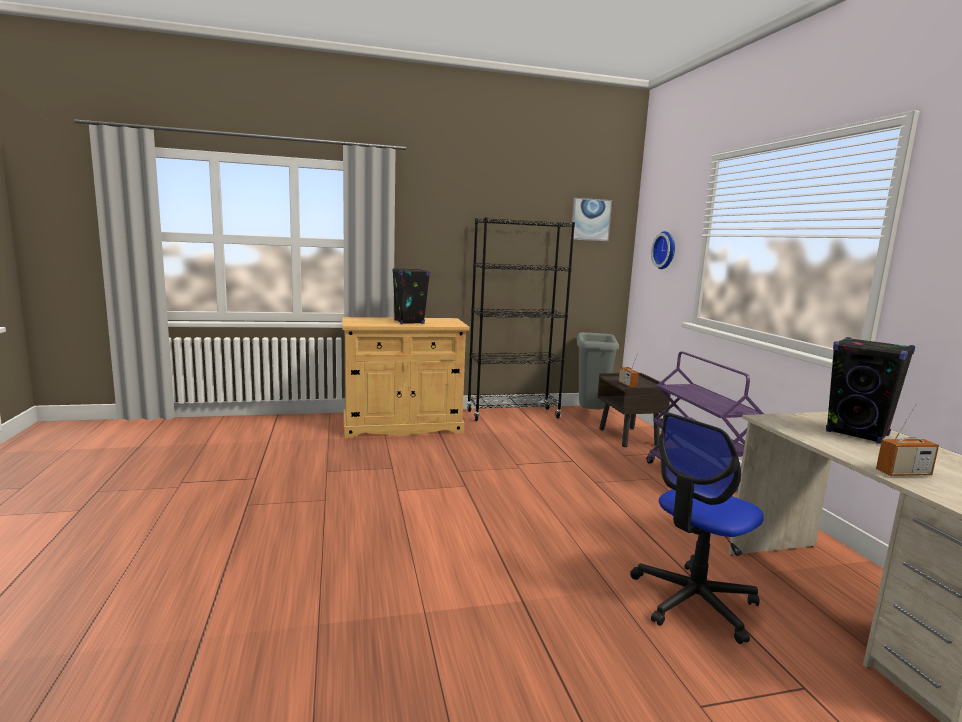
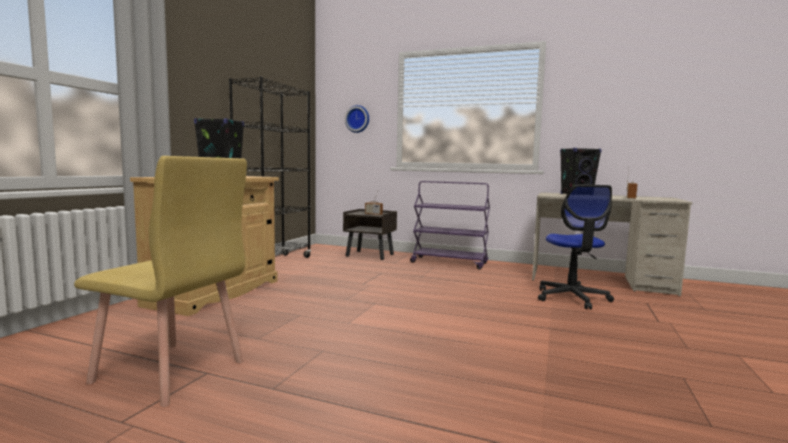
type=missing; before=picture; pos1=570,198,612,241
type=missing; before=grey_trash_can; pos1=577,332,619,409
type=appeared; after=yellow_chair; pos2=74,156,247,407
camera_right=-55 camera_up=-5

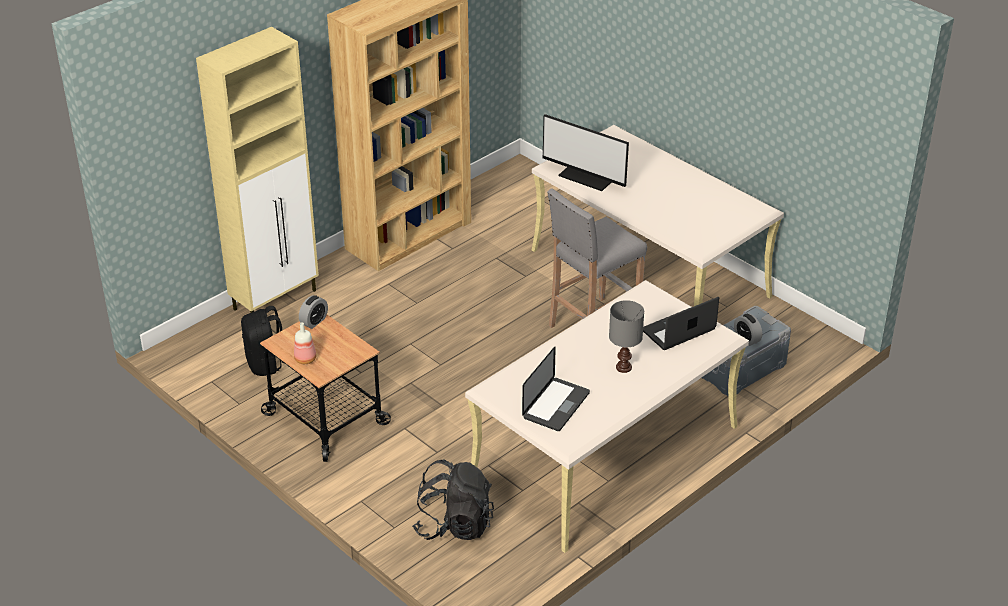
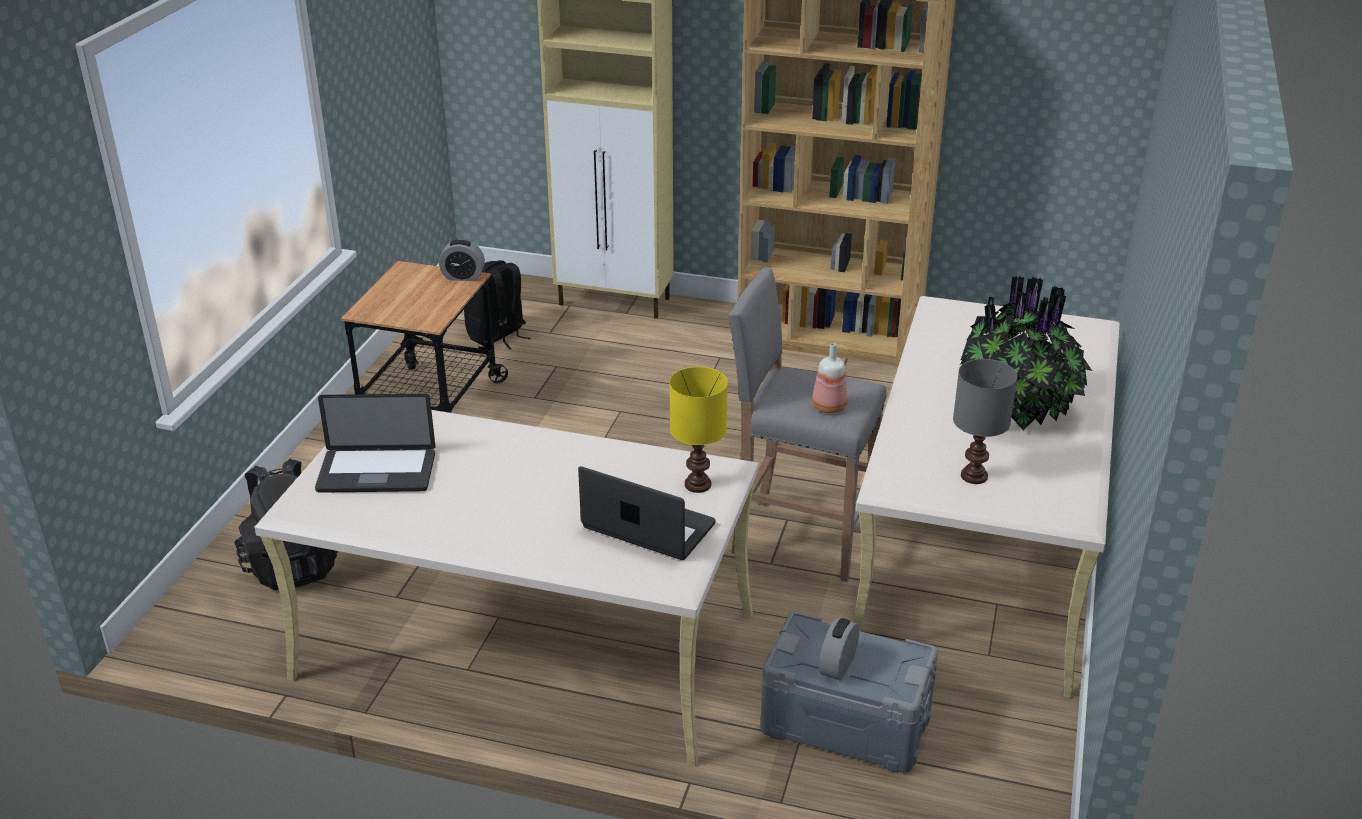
type=missing; before=monitor; pos1=542,114,629,191
type=appeared; after=yellow_table_lamp; pos2=669,367,728,493
type=appeared; after=potted_plant; pos2=960,276,1092,431
type=relocated; before=bottle; pos1=294,322,316,364; pos2=812,343,848,414
type=relocated; before=grey_table_lamp; pos1=609,300,644,373; pos2=953,359,1017,484
camera_right=60 camera_up=-5

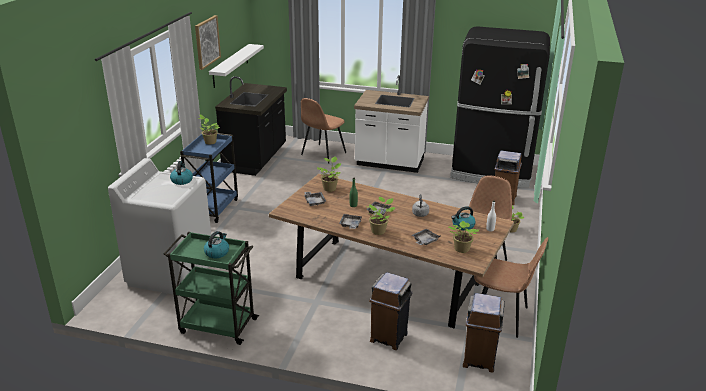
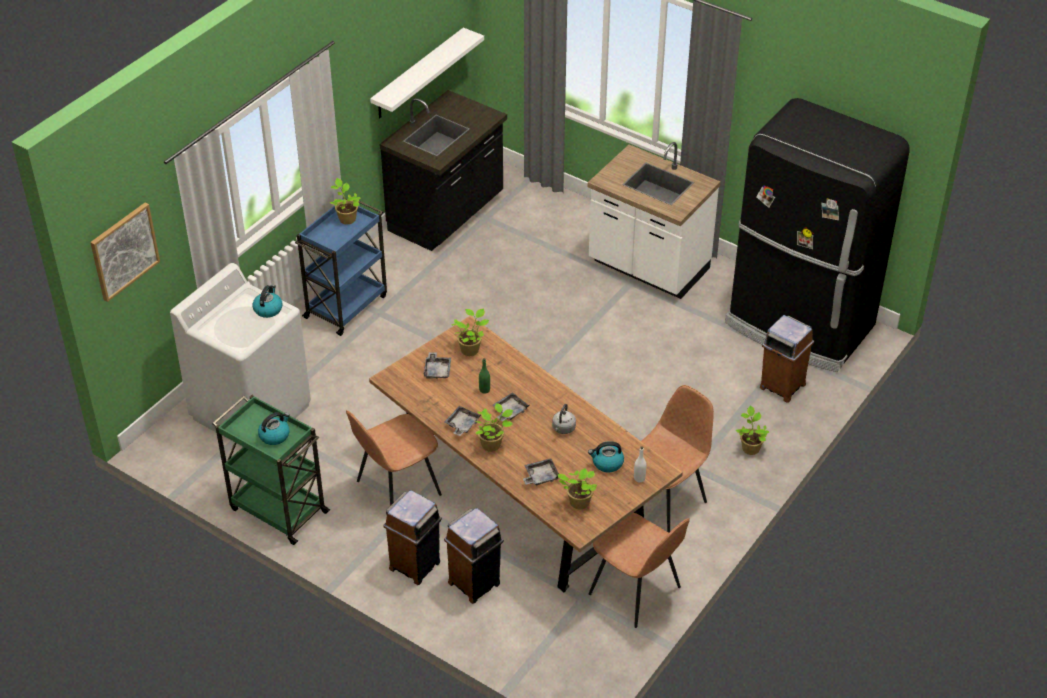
type=relocated; before=picture; pos1=195,15,221,70; pos2=90,202,160,302
type=relocated; before=brown_chair; pos1=301,98,346,163; pos2=346,410,442,506
type=relocated; before=brown_trash_can; pos1=463,293,505,373; pos2=383,490,442,585
camera_right=20 camera_up=15

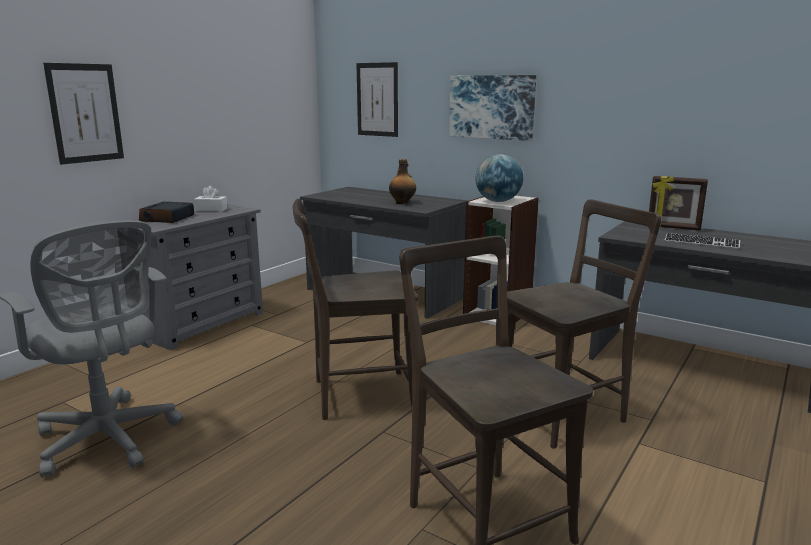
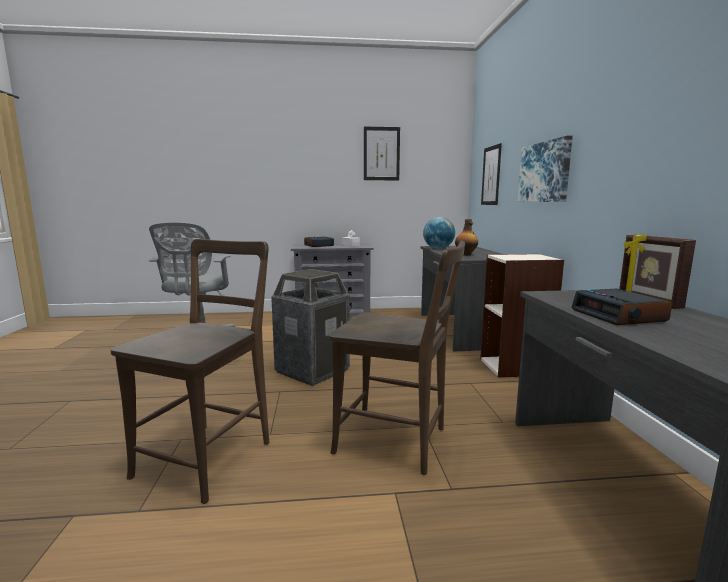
type=relocated; before=picture; pos1=43,63,124,165; pos2=364,127,400,180
type=relocated; before=globe; pos1=475,154,523,202; pos2=423,217,455,249
type=exchanged; before=brown_chair; after=trash_can; pos1=292,199,418,420; pos2=271,269,350,386
type=exchanged; before=keyboard; after=alarm_clock; pos1=665,233,740,249; pos2=571,289,672,325
camera_right=50 camera_up=-5

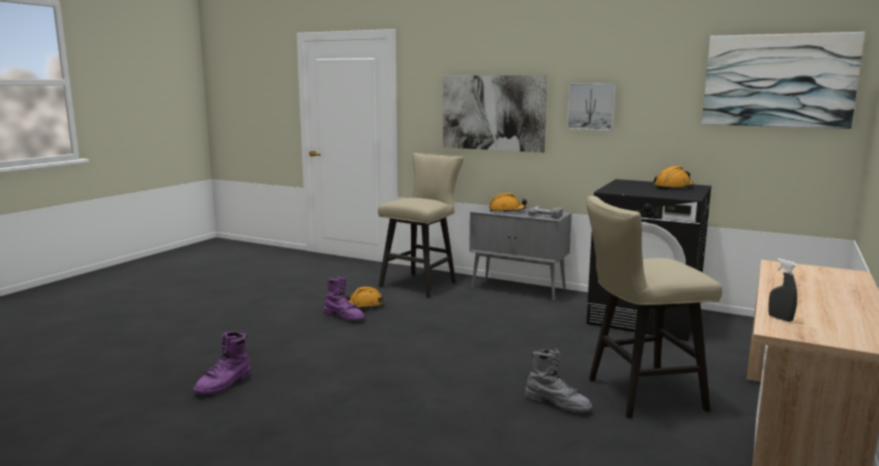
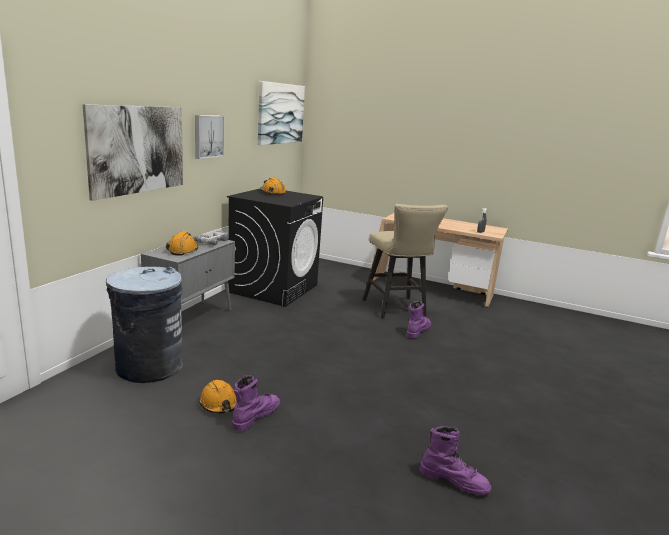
type=exchanged; before=beige_stool; after=grey_trash_can; pos1=378,153,464,298; pos2=106,267,183,383
type=colour; before=grey_boot; after=purple_boot; pos1=525,348,592,412; pos2=407,301,431,338
camera_right=-95 camera_up=5

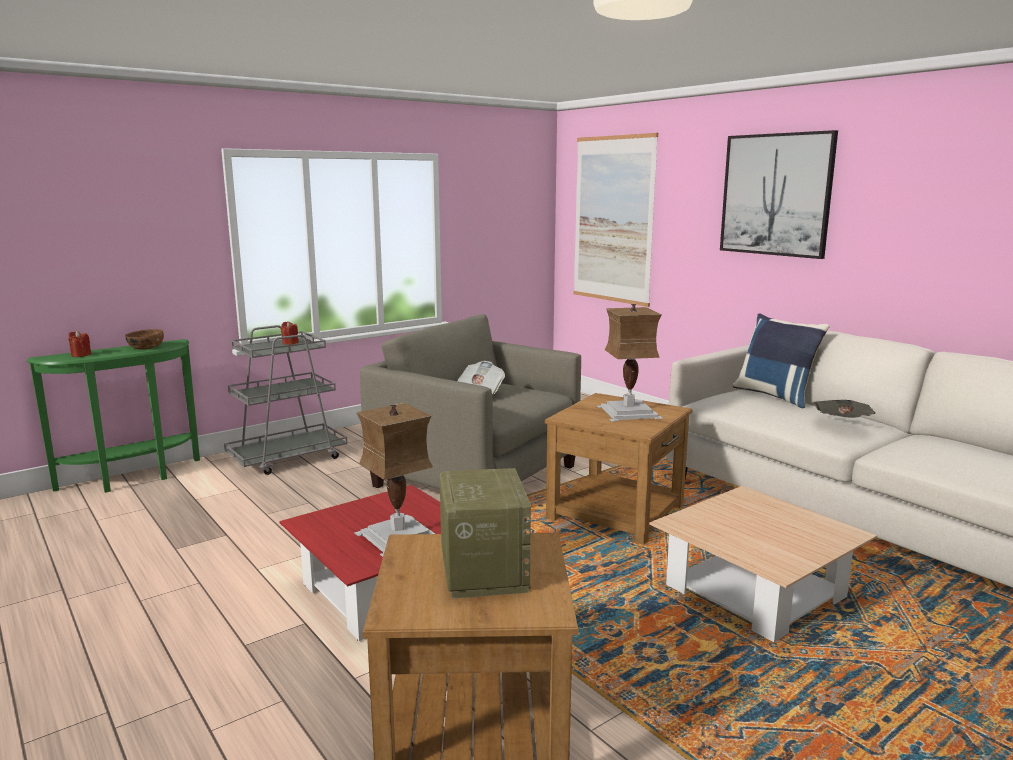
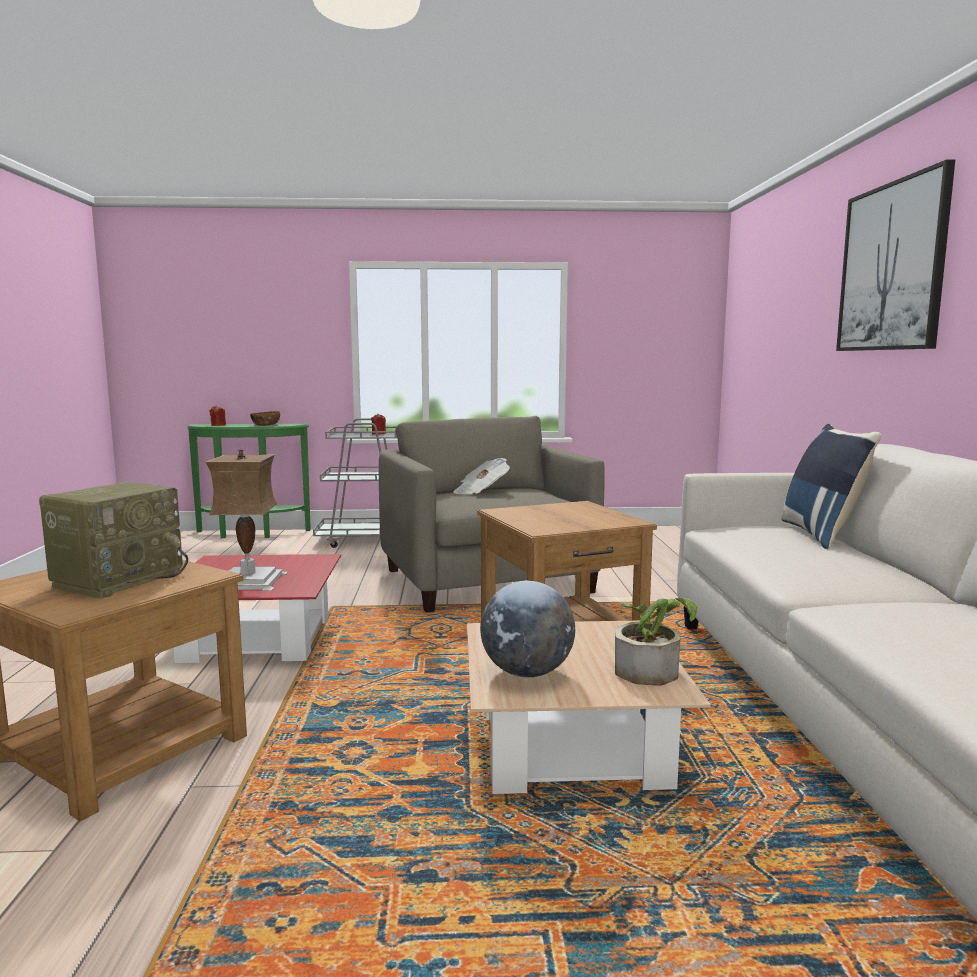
type=missing; before=picture; pos1=573,133,658,307
type=missing; before=table_lamp; pos1=597,304,663,422
type=missing; before=newspaper; pos1=813,400,875,418
type=appeared; after=globe; pos2=480,581,575,677
type=appeared; after=potted_plant; pos2=615,597,697,686
camera_right=35 camera_up=-5

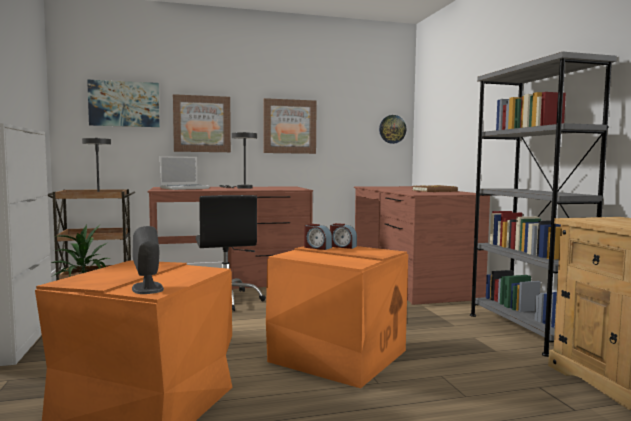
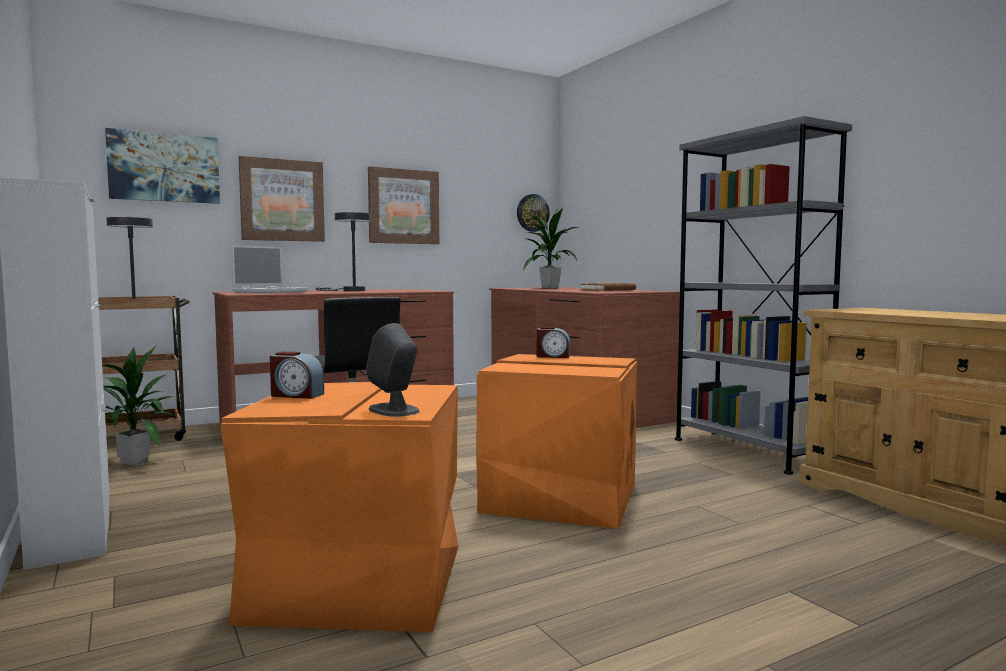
type=appeared; after=potted_plant; pos2=523,208,579,288
type=relocated; before=alarm_clock; pos1=304,224,332,250; pos2=270,351,324,399
camera_right=-15 camera_up=0

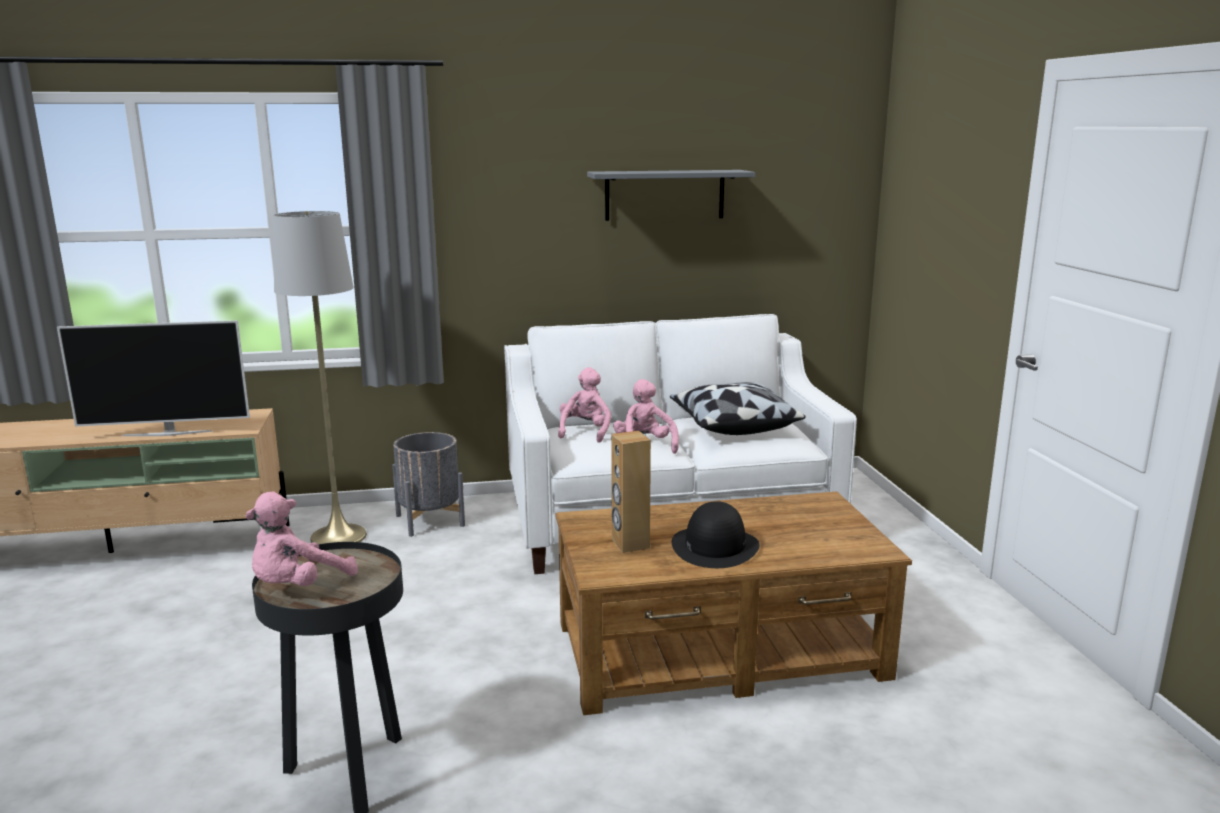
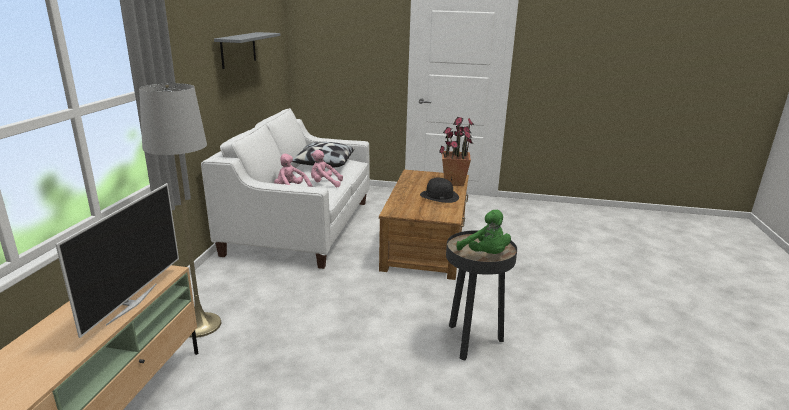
type=missing; before=grey_planter; pos1=392,432,465,537
type=missing; before=brown_speaker; pos1=611,431,651,553
type=appeared; after=potted_plant; pos2=439,117,474,186
type=colour; before=pink_plush_toy; after=green_plush_toy; pos1=245,491,358,586; pos2=457,210,511,254
camera_right=-70 camera_up=5

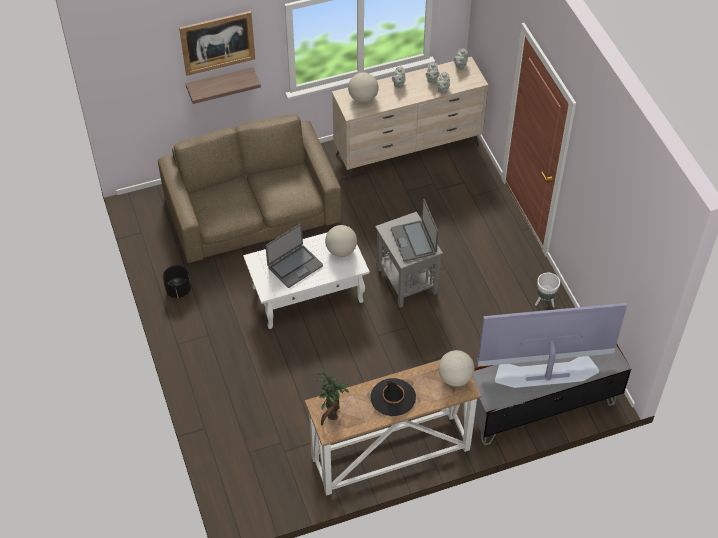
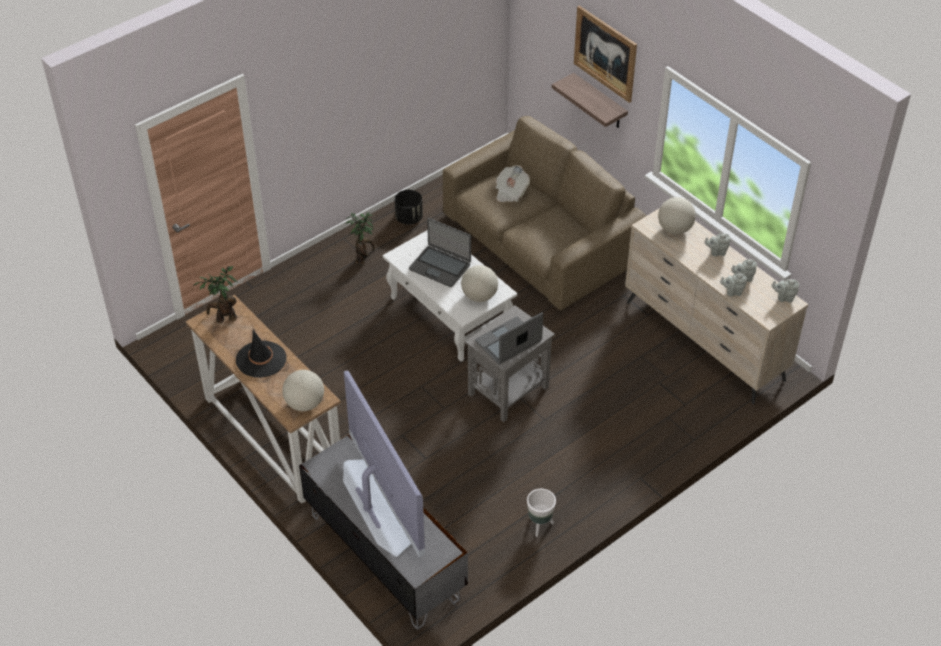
type=appeared; after=potted_plant; pos2=345,212,375,265
type=appeared; after=newspaper; pos2=495,165,530,202
camera_right=70 camera_up=-5

